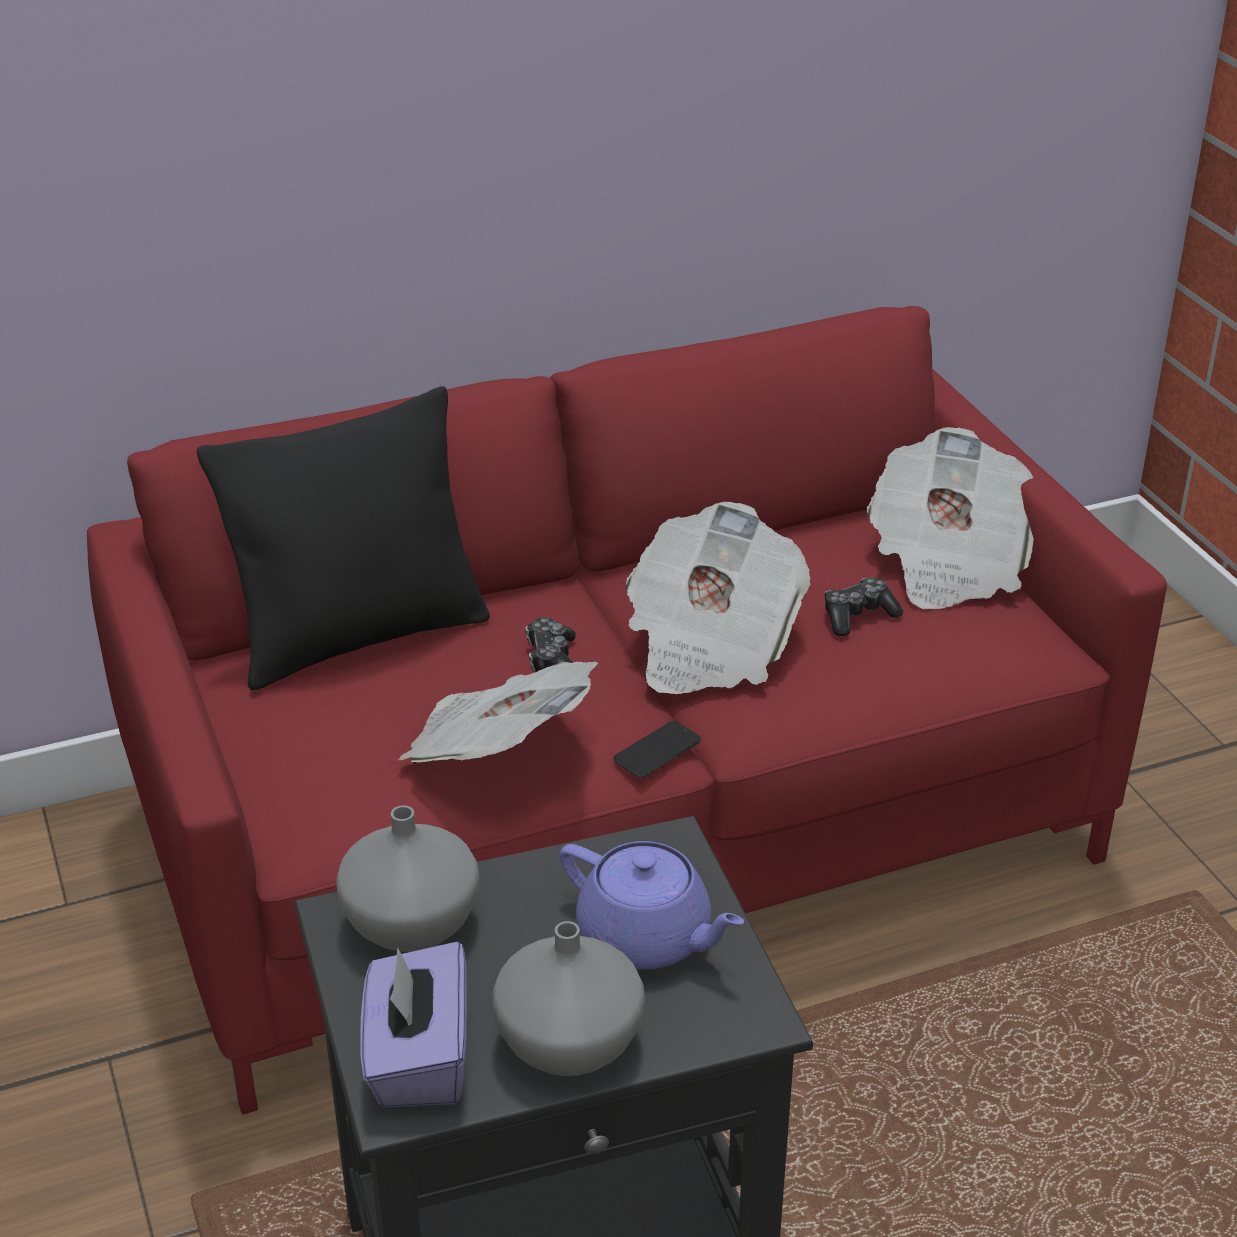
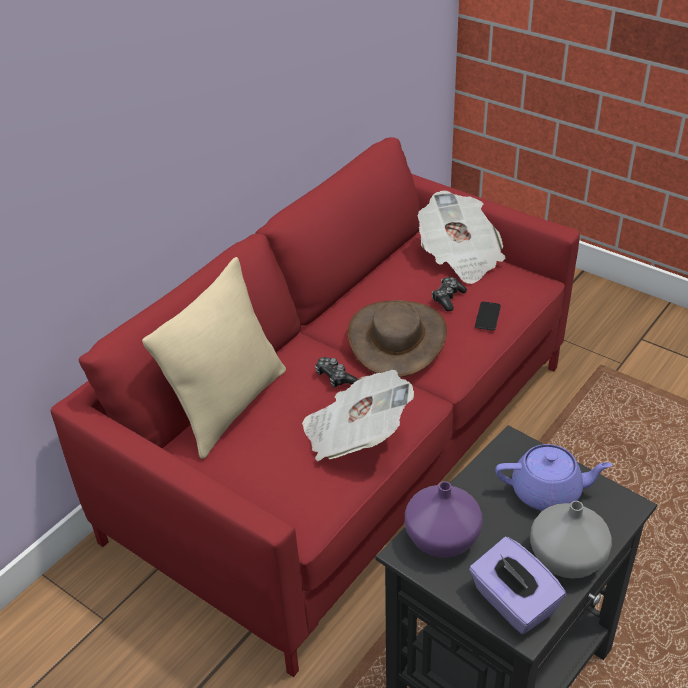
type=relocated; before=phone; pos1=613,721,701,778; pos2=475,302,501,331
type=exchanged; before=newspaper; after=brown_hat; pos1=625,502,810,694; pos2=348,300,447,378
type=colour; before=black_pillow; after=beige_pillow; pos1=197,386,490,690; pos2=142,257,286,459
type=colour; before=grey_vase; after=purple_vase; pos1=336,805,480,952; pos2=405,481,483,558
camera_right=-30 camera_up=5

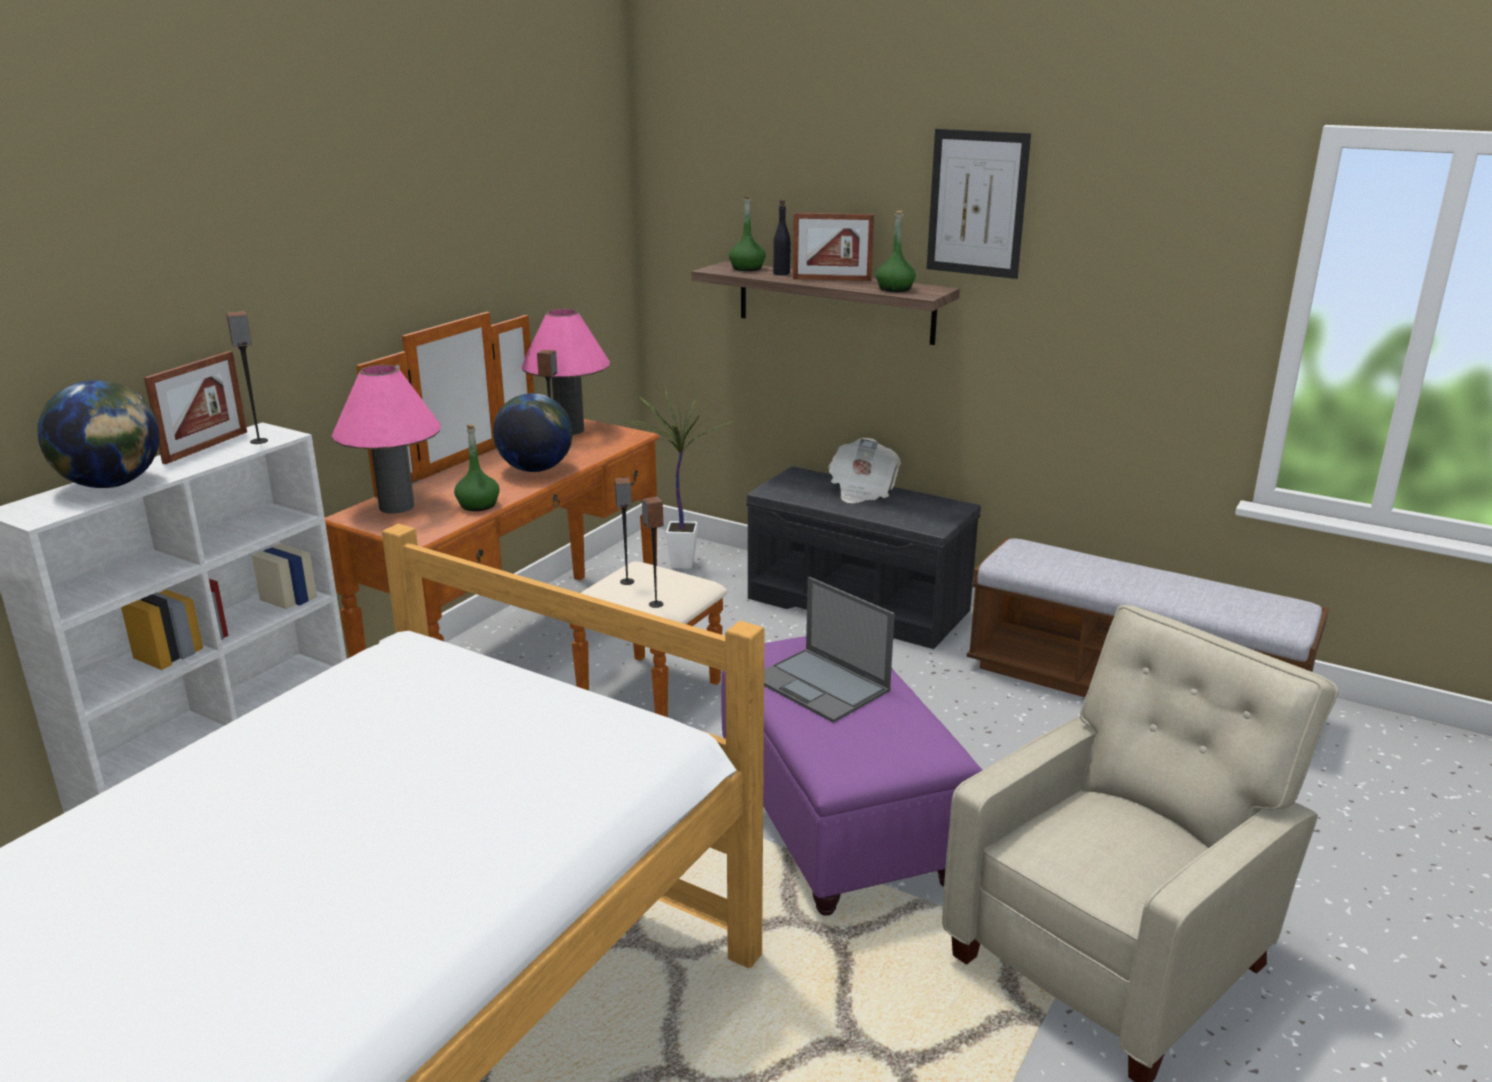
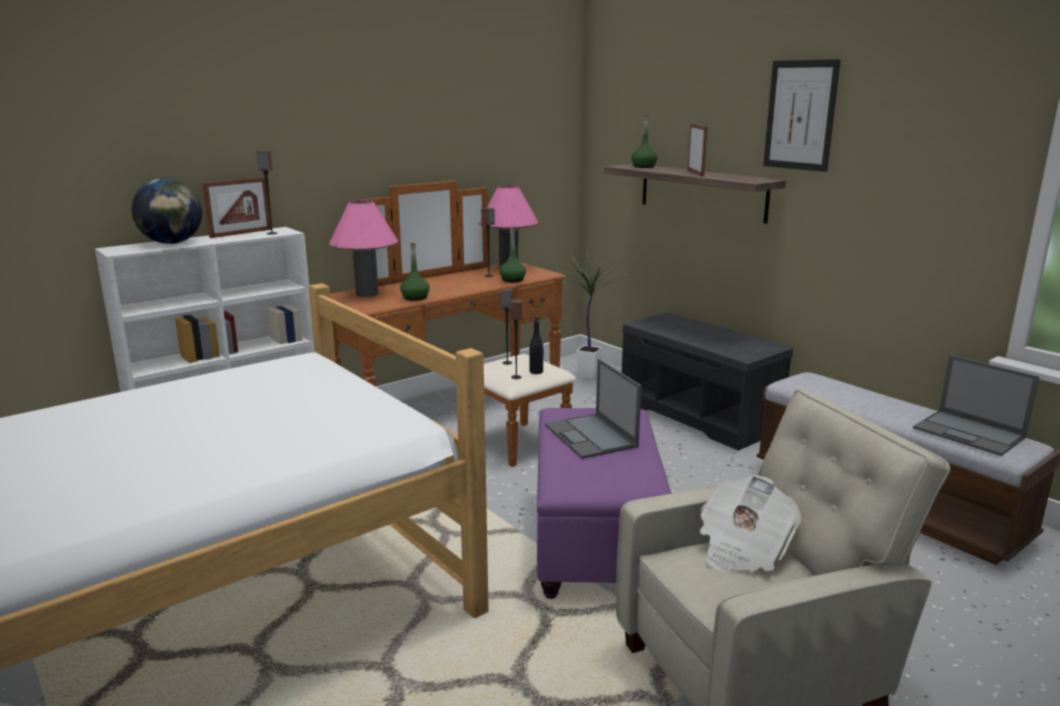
type=missing; before=globe; pos1=493,393,572,472
type=appeared; after=laptop; pos2=913,355,1040,456
type=relocated; before=black_bottle; pos1=773,199,791,275; pos2=530,316,544,374
type=relocated; before=newspaper; pos1=828,438,901,503; pos2=700,475,801,572
type=relocated; before=green_bottle; pos1=876,210,916,292; pos2=499,229,526,283
type=spun; before=picture_frame; pos1=793,213,874,281; pos2=688,123,708,176; turn=-120
camera_right=20 camera_up=-5

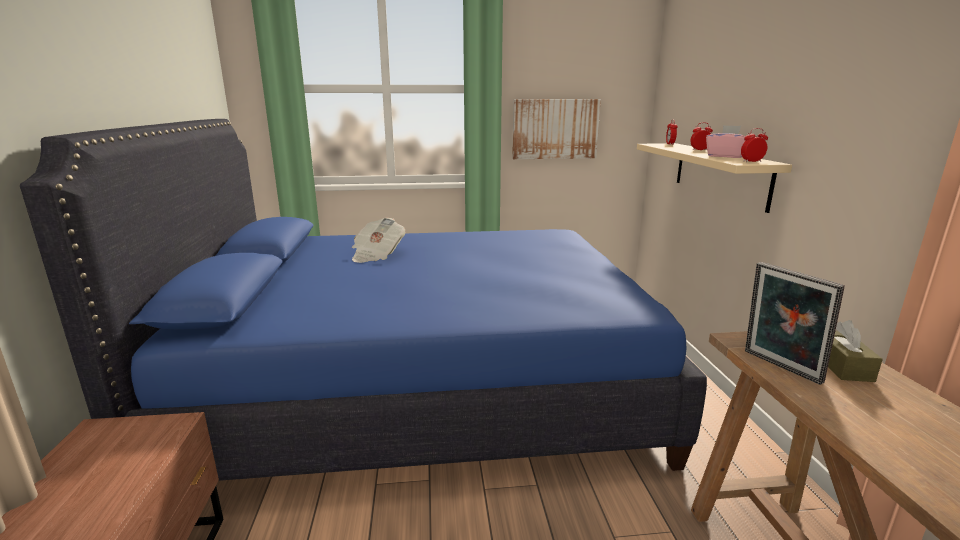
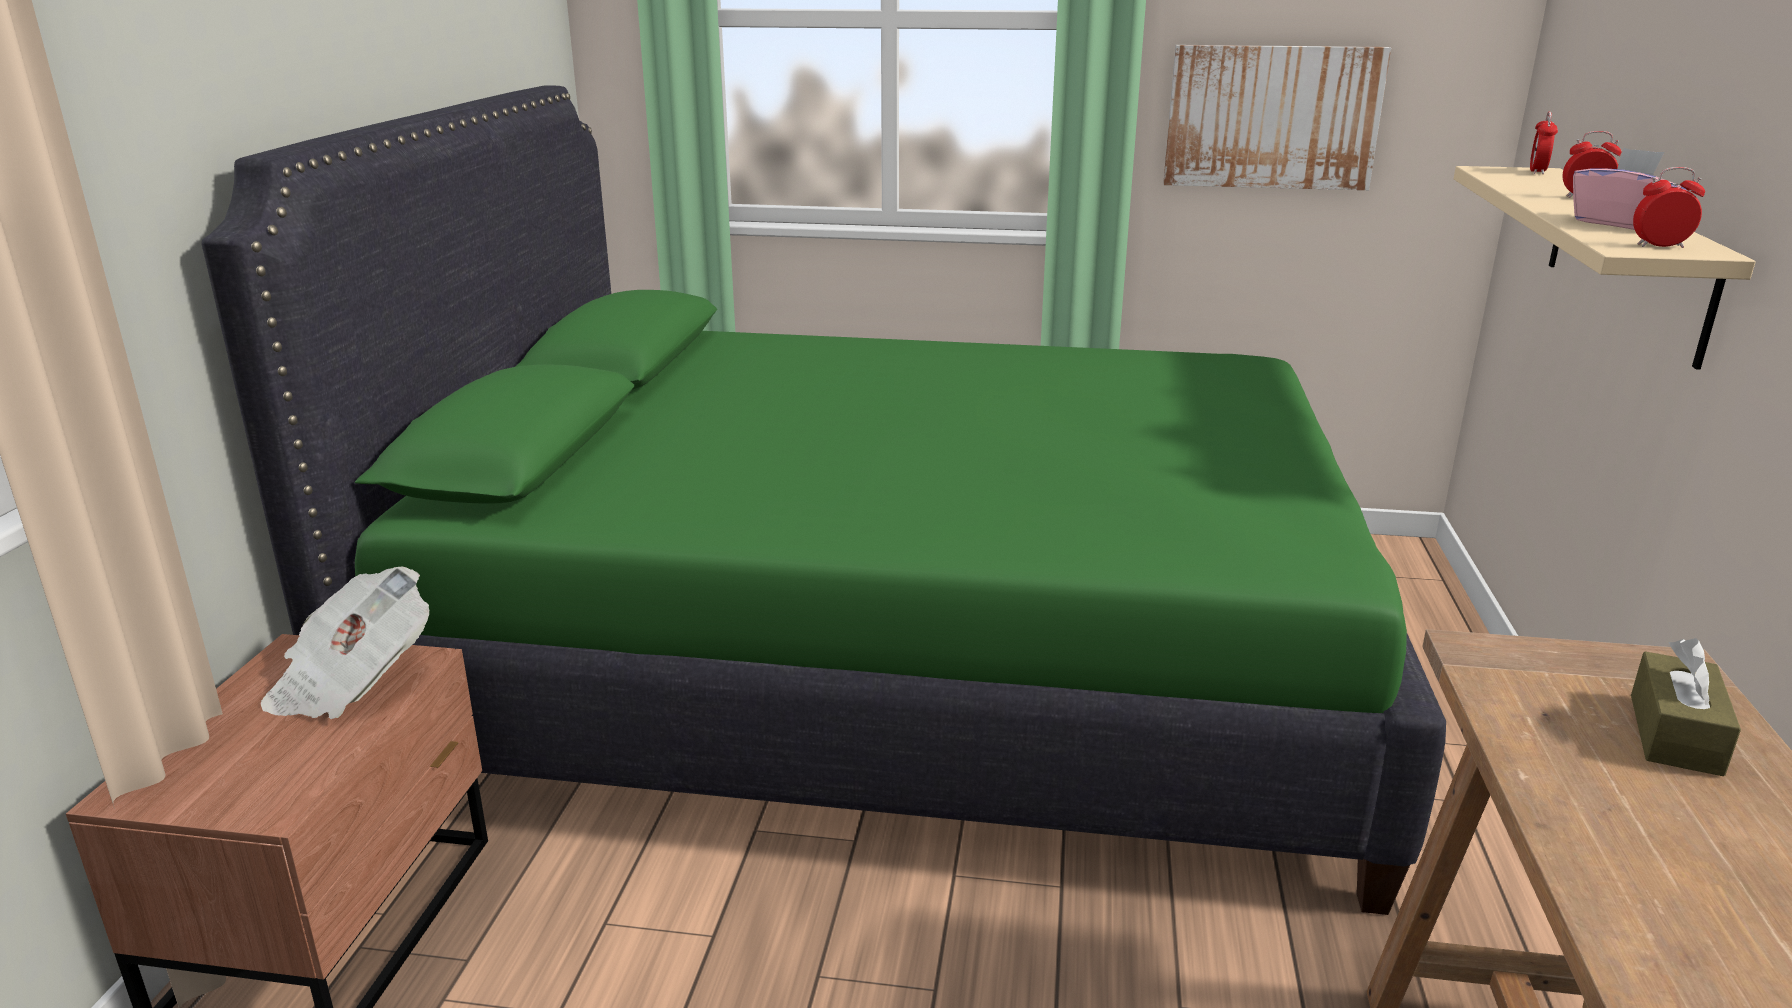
type=missing; before=picture_frame; pos1=745,262,845,385
type=relocated; before=newspaper; pos1=352,218,406,263; pos2=260,567,430,719
type=colour; before=blue_bed; after=green_bed; pos1=20,119,707,481; pos2=201,85,1446,915
camera_right=15 camera_up=5

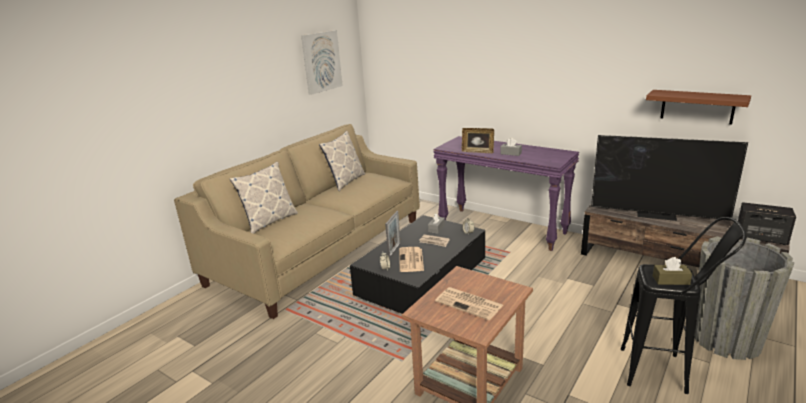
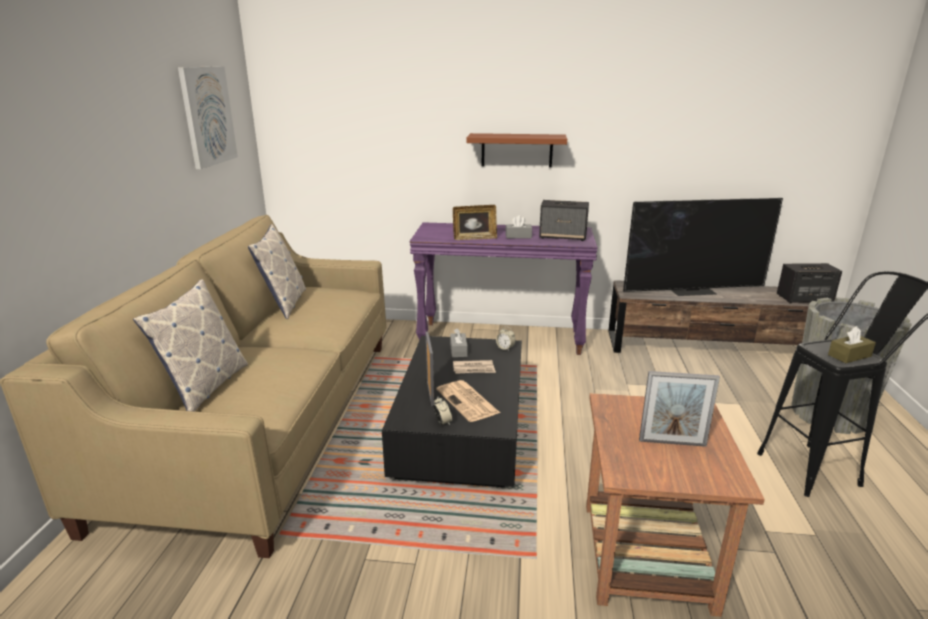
type=appeared; after=speaker; pos2=539,200,589,241
type=relocated; before=brown_shelf; pos1=646,90,751,124; pos2=466,133,567,168
type=exchanged; before=newspaper; after=picture_frame; pos1=435,287,503,320; pos2=639,371,720,447
camera_right=-30 camera_up=0

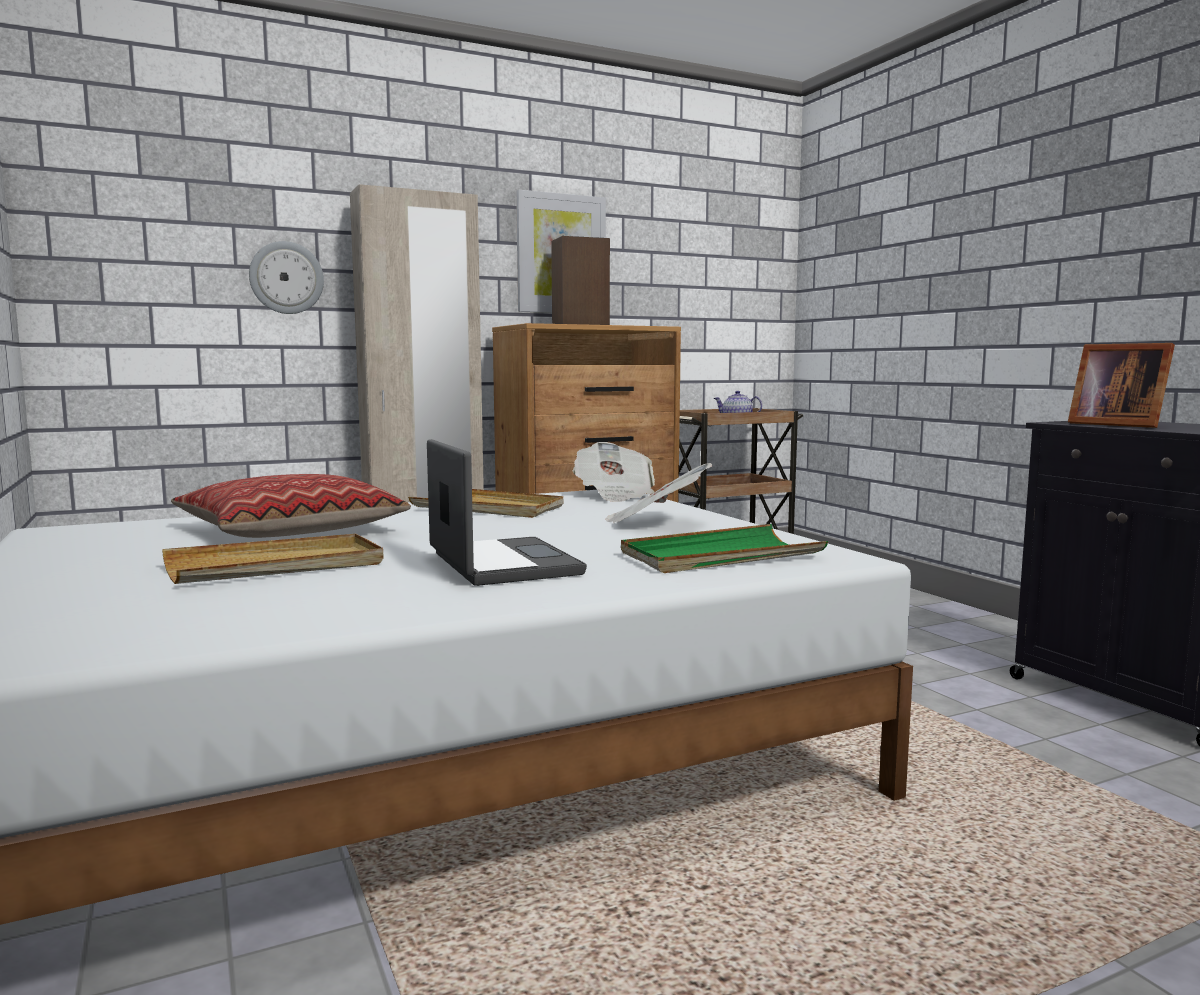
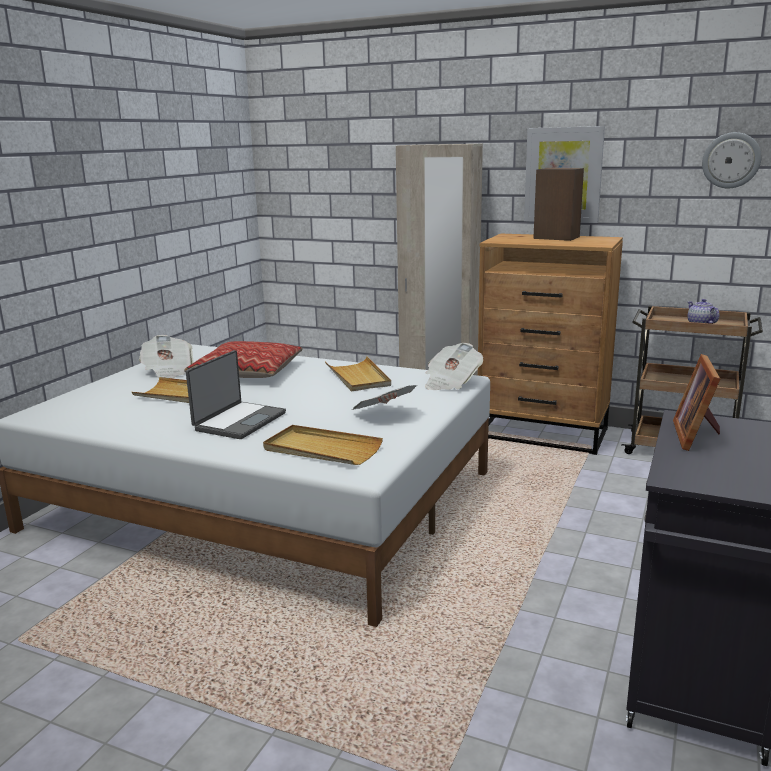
type=appeared; after=newspaper; pos2=139,335,194,378
type=relocated; before=wall_clock; pos1=249,241,324,314; pos2=702,132,761,188
type=colour; before=green_tray; after=beige_tray; pos1=621,524,828,573; pos2=263,425,383,465
camera_right=50 camera_up=10

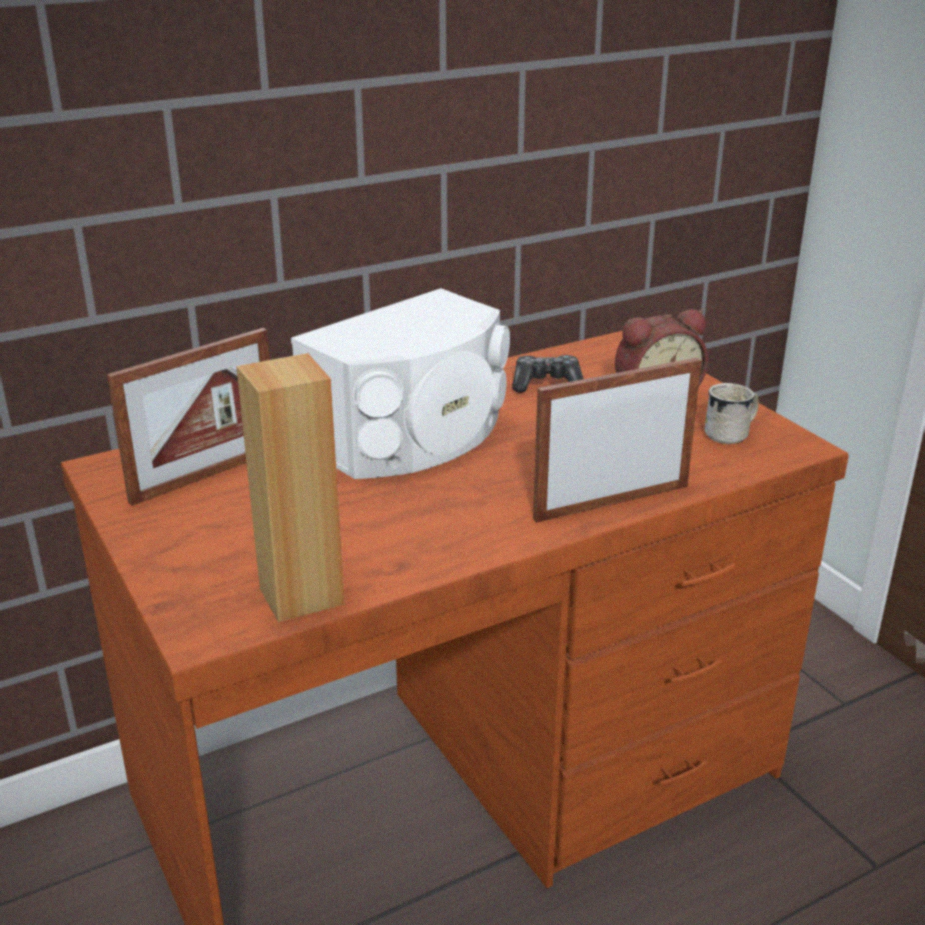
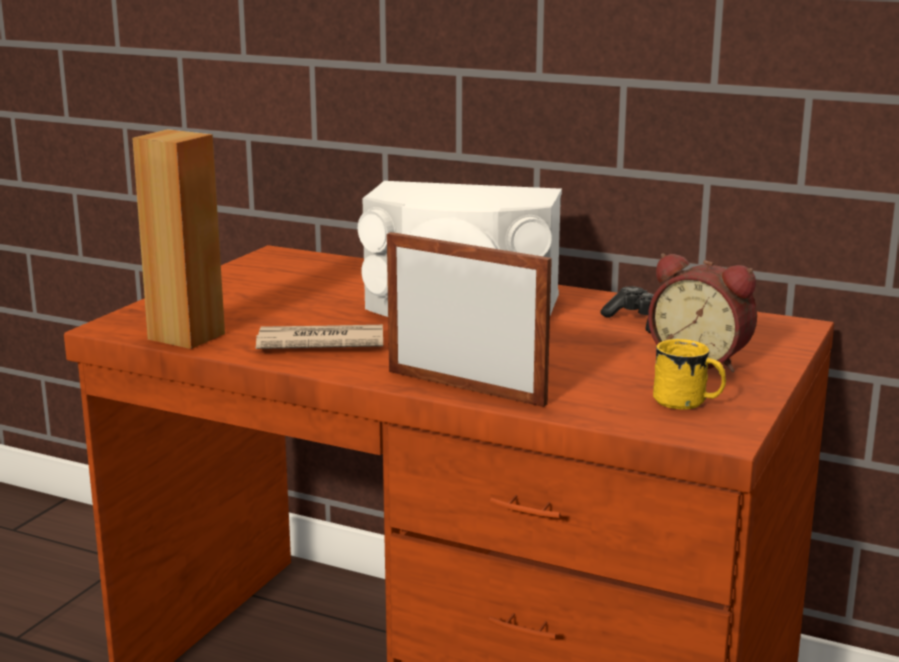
type=missing; before=picture_frame; pos1=107,328,270,506
type=appeared; after=newspaper; pos2=256,325,383,349
type=colour; before=white_mug; after=yellow_mug; pos1=704,383,759,444; pos2=653,339,726,409
camera_right=55 camera_up=-10

